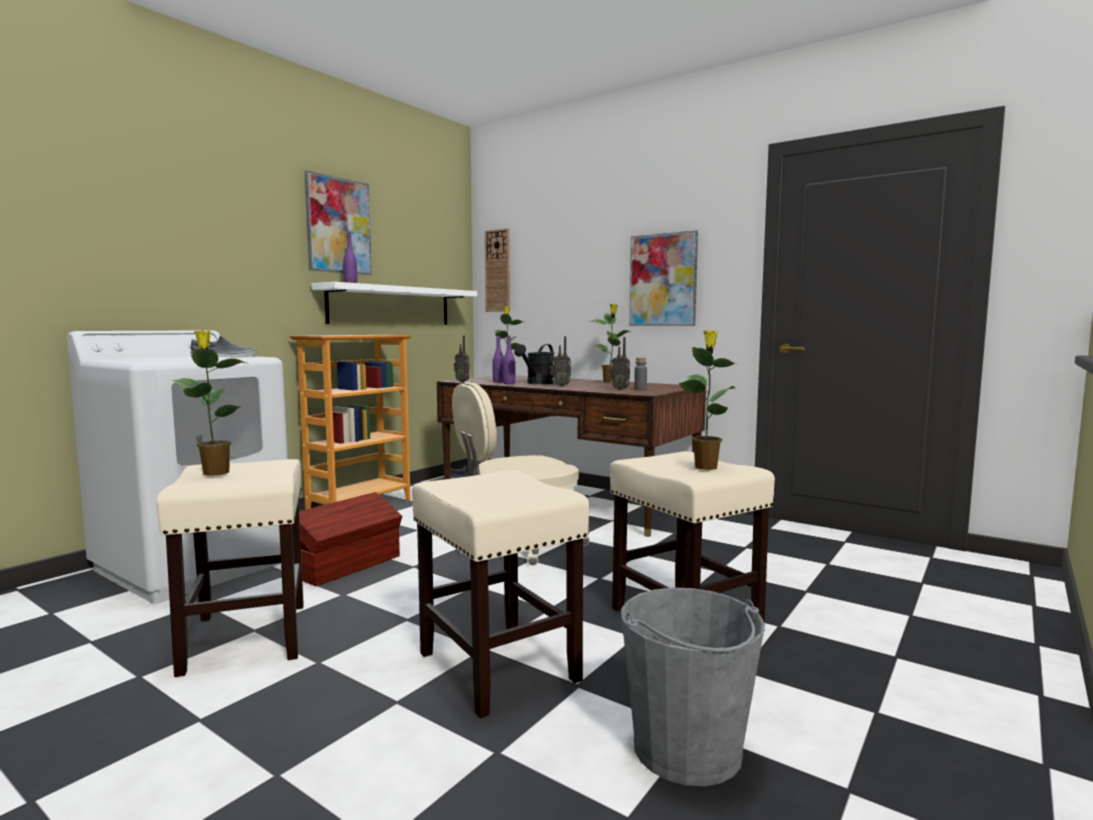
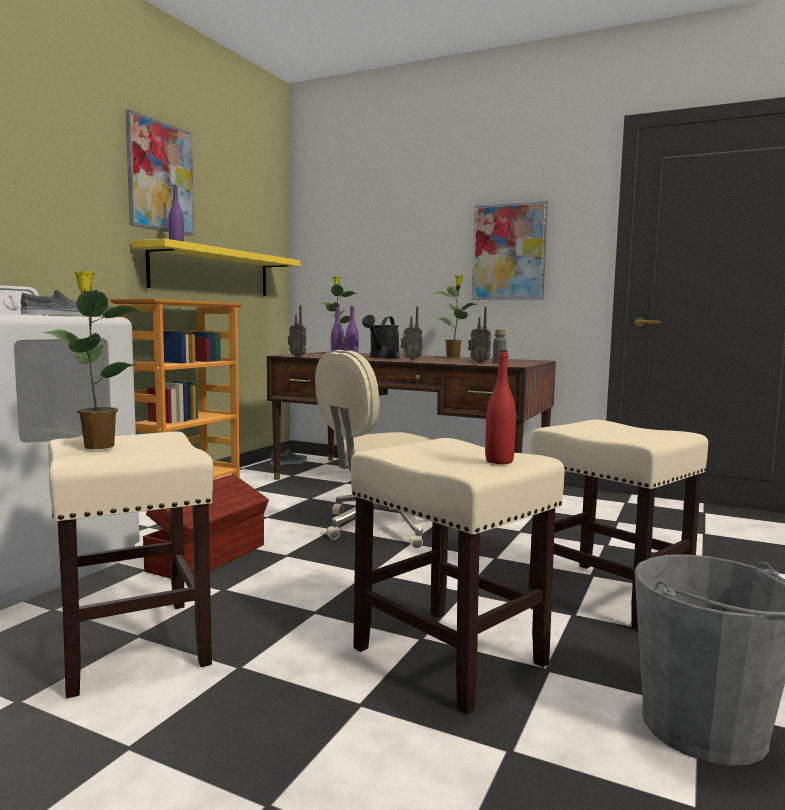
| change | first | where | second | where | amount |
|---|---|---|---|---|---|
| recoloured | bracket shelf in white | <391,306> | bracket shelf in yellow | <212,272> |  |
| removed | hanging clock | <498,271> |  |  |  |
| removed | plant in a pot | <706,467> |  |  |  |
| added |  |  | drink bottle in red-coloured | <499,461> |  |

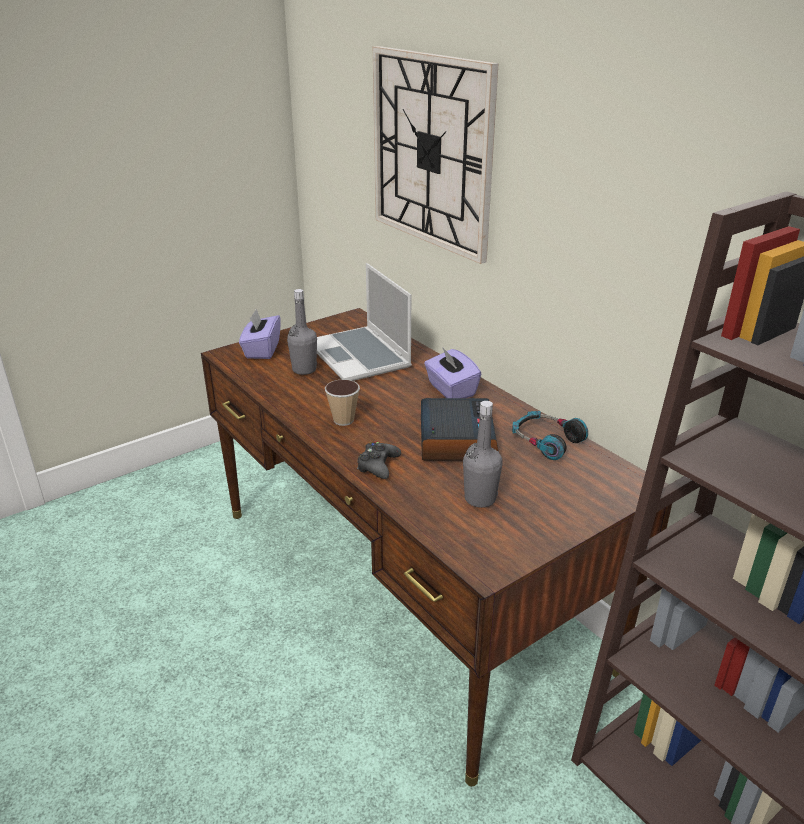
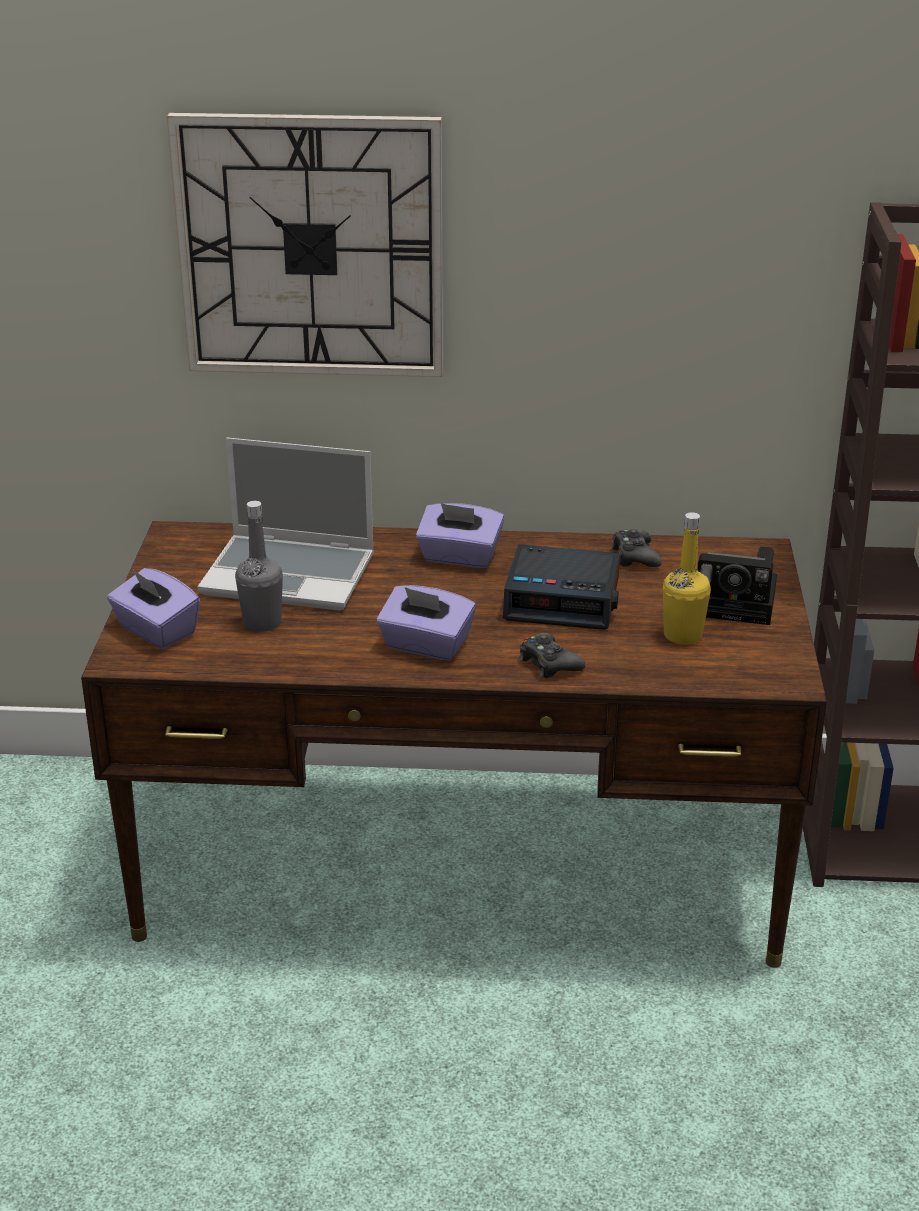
| change | first | where | second | where | amount |
|---|---|---|---|---|---|
| replaced | drinking cup | <343,420> | tissue holder in purple | <426,646> |  |
| turned | alarm clock | <456,439> |  | <563,599> | 150 degrees clockwise |
| recoloured | drink bottle in greyish | <480,499> | drink bottle in yellow | <682,635> |  |
| replaced | pair of headphones | <546,441> | joypad in blackish | <634,556> |  |
| added |  |  | photo camera | <737,603> |  |

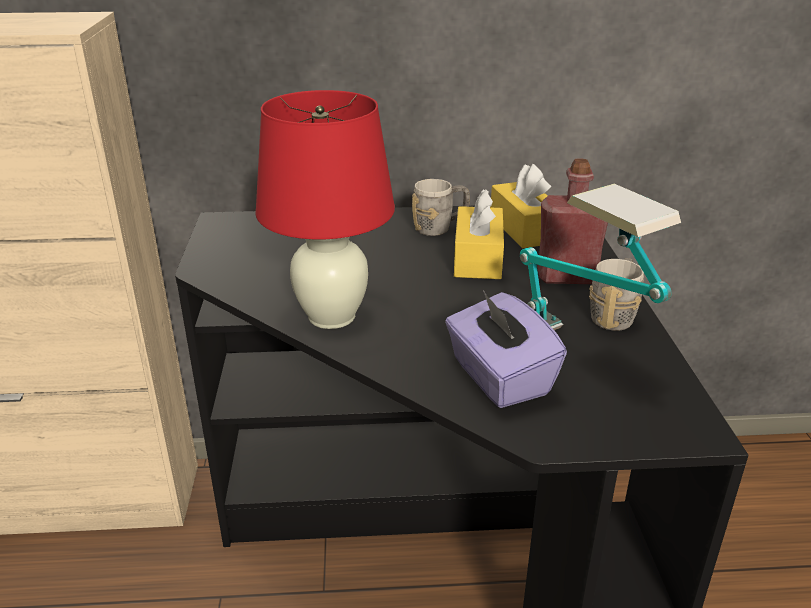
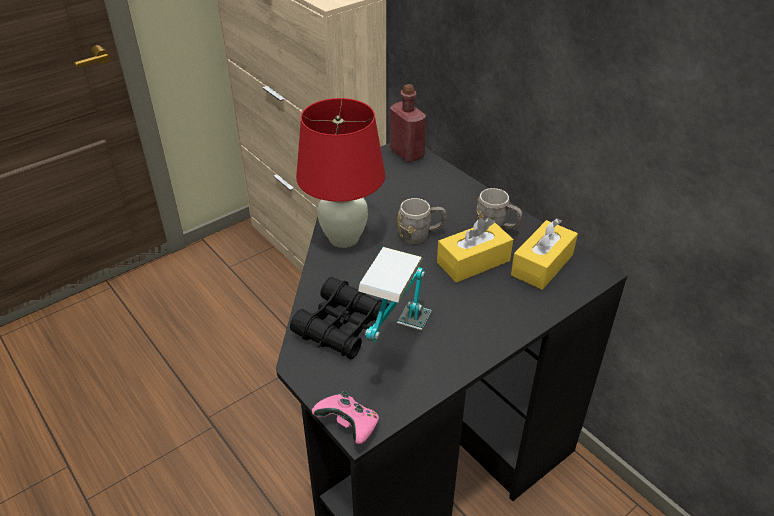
| change | first | where | second | where | amount |
|---|---|---|---|---|---|
| replaced | tissue holder in purple | <499,377> | pair of binoculars in blackish | <342,326> |  |
| moved | drink bottle in red-coloured | <566,277> |  | <407,153> |  |
| moved | tea mug in greyish | <614,315> |  | <421,236> |  |
| added |  |  | joypad in pink-coloured | <349,426> |  |

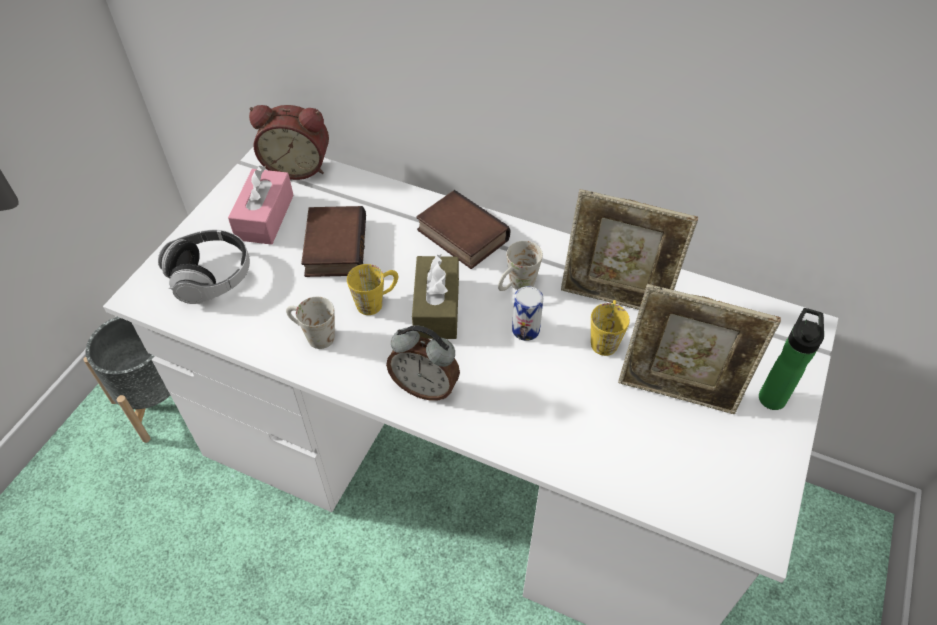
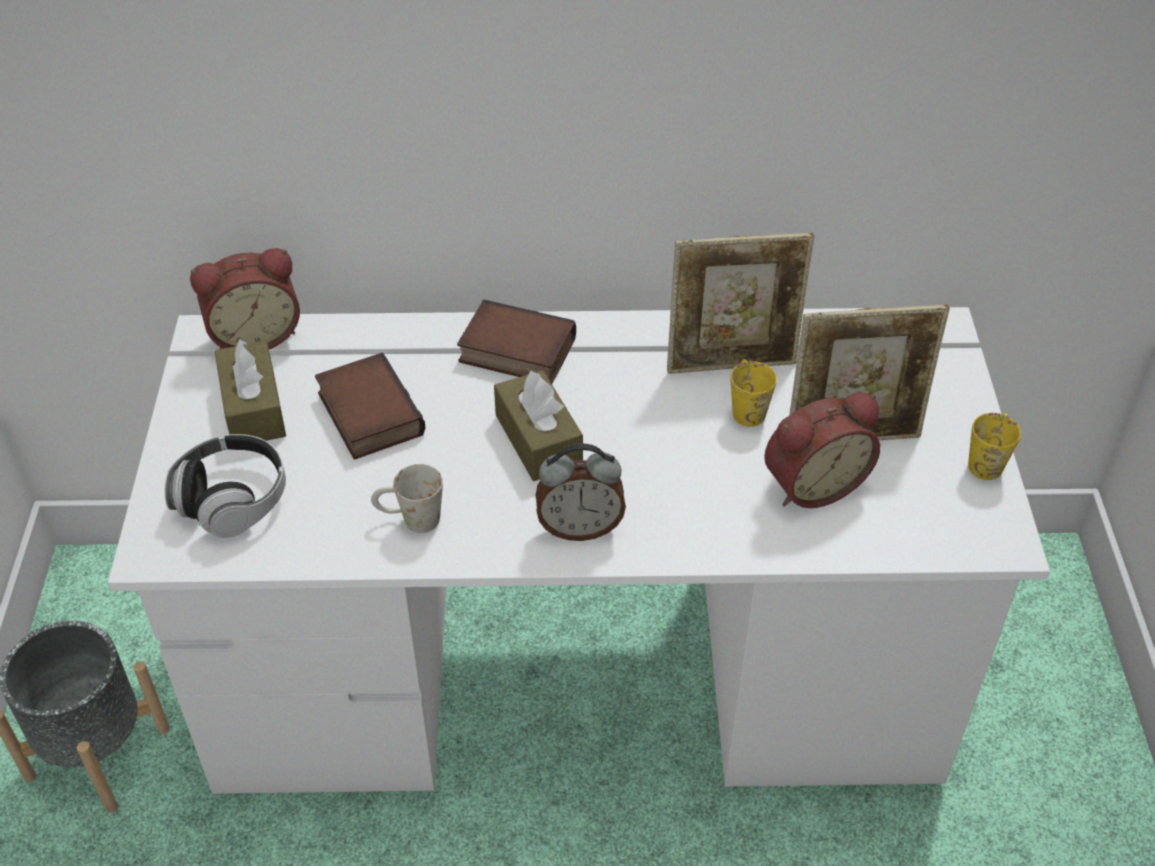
| change | first | where | second | where | amount |
|---|---|---|---|---|---|
| recoloured | tissue holder in pink-coloured | <265,217> | tissue holder in brownish | <253,408> |  |
| moved | tea mug in yellow | <376,301> |  | <988,460> |  |
| removed | tea mug in white | <516,286> |  |  |  |
| removed | metal can | <525,330> |  |  |  |
| removed | drink bottle | <772,395> |  |  |  |
| added |  |  | alarm clock | <812,483> |  |

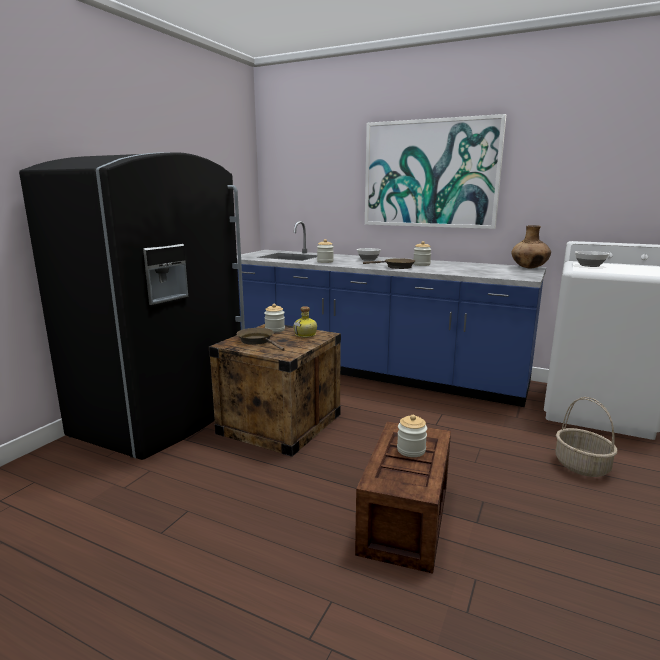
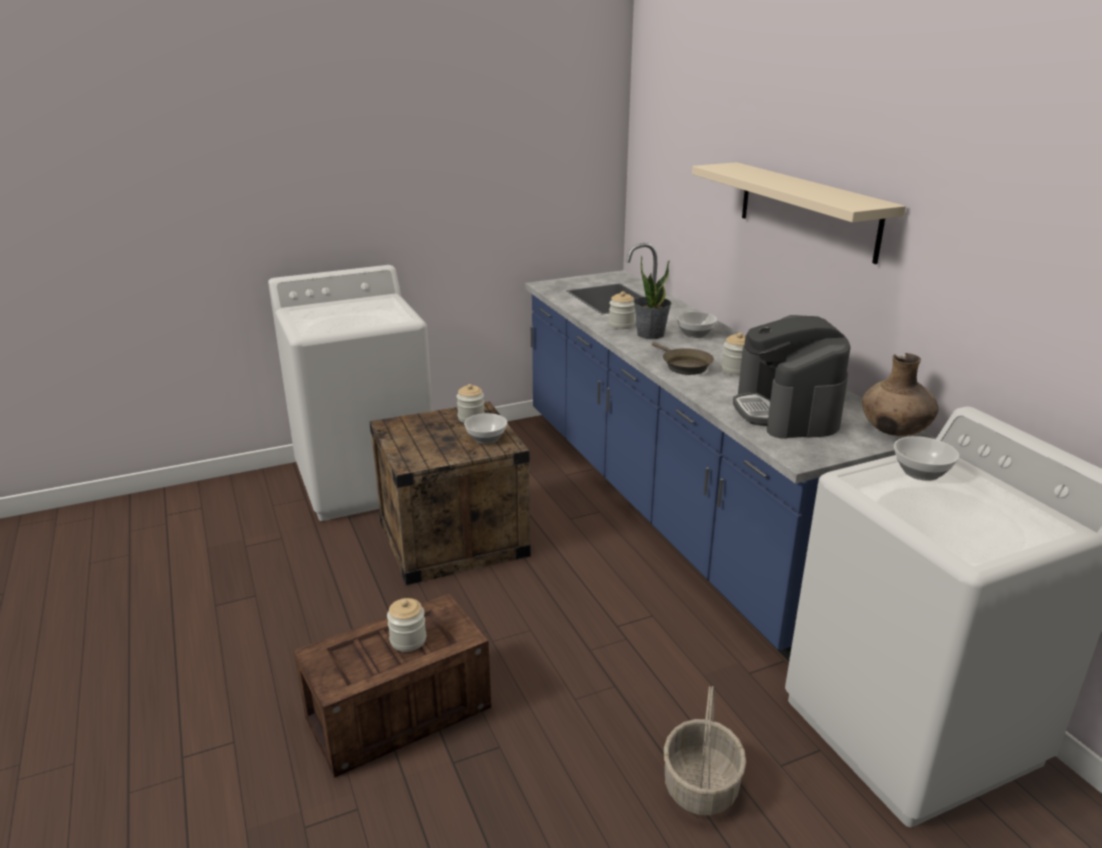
| change | first | where | second | where | amount |
|---|---|---|---|---|---|
| replaced | fridge in blackish | <165,417> | laundry machine in white | <366,480> |  |
| removed | pan in brownish | <258,341> |  |  |  |
| replaced | drink bottle | <306,335> | bowl | <487,439> |  |
| replaced | wall art | <430,174> | bracket shelf in beige | <807,210> |  |
| added |  |  | plant in a pot | <650,334> |  |
| added |  |  | coffee maker | <786,411> |  |

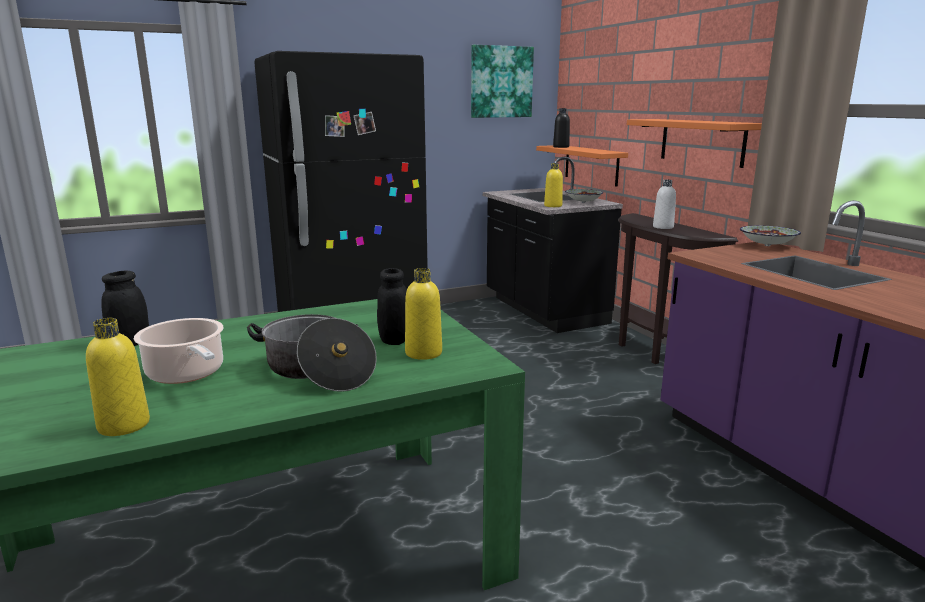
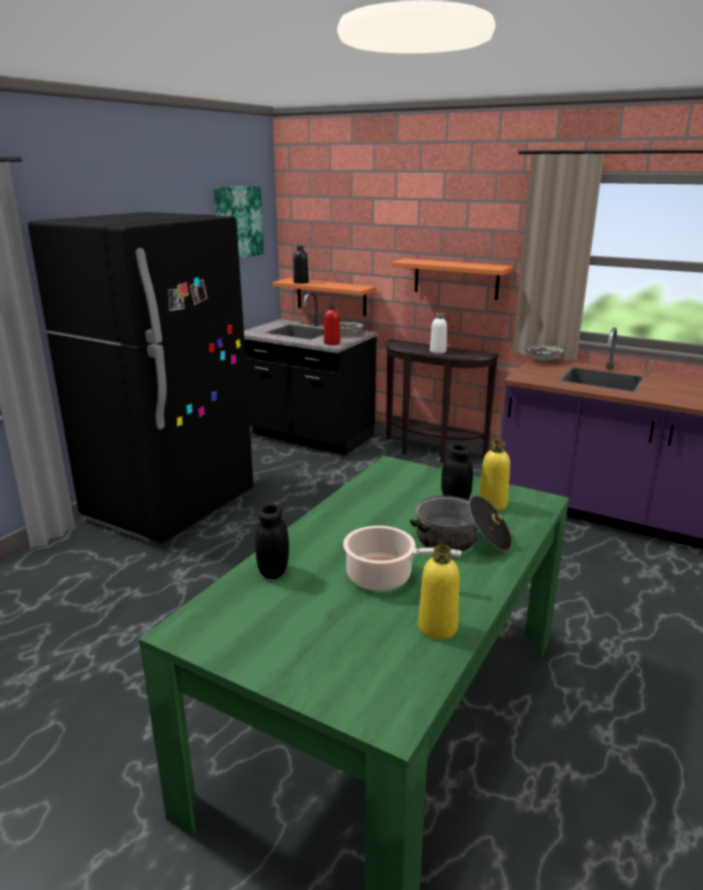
| change | first | where | second | where | amount |
|---|---|---|---|---|---|
| recoloured | drink bottle in yellow | <553,206> | drink bottle in red-coloured | <332,343> |  |

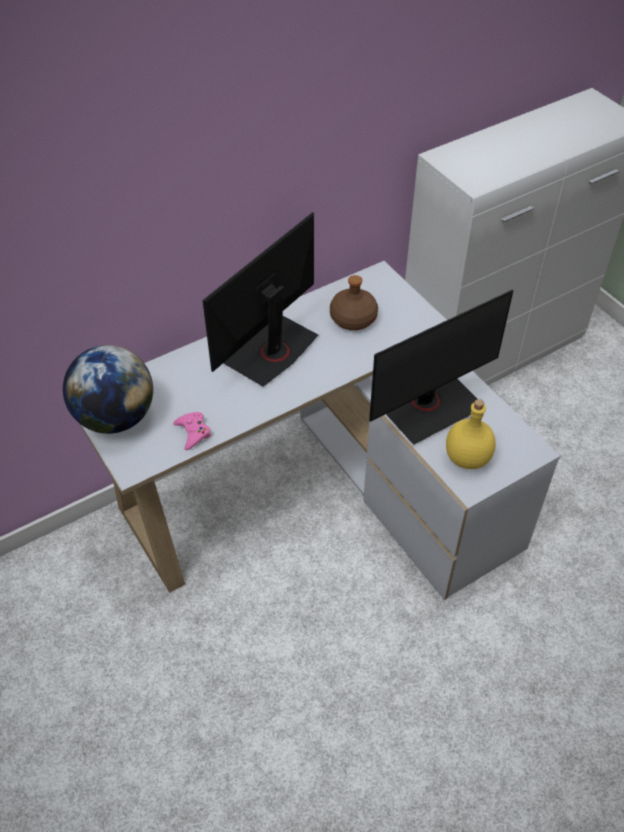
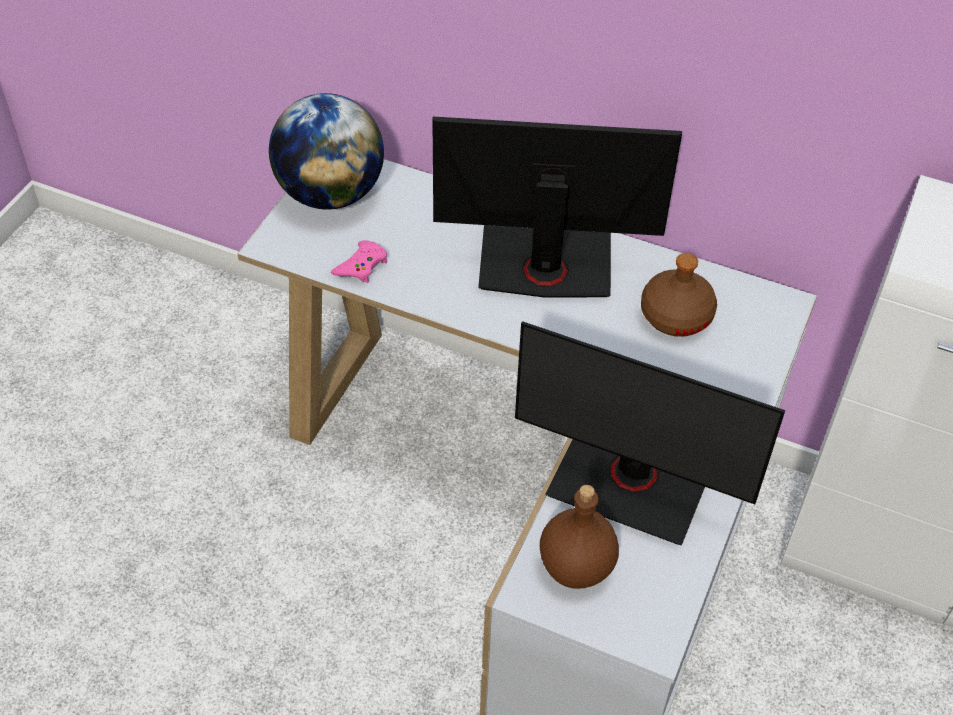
| change | first | where | second | where | amount |
|---|---|---|---|---|---|
| recoloured | drink bottle in yellow | <466,457> | drink bottle in brownish | <576,566> |  |

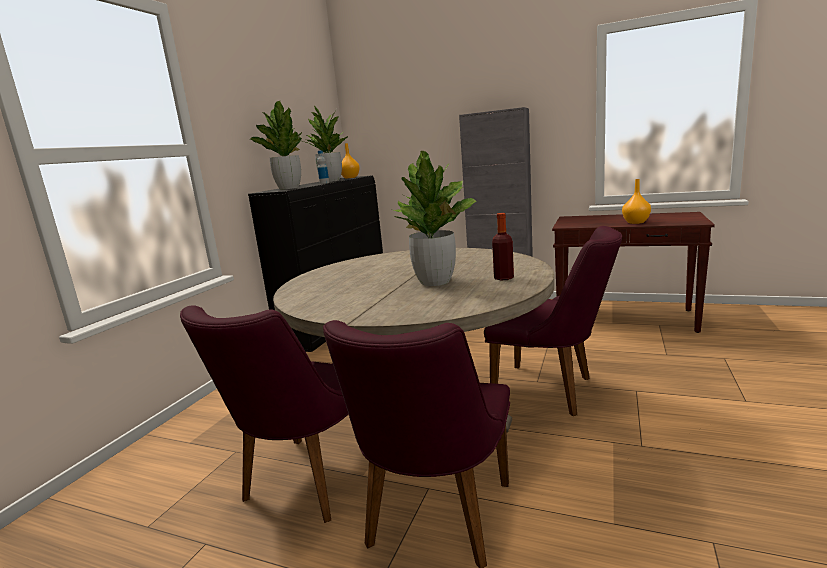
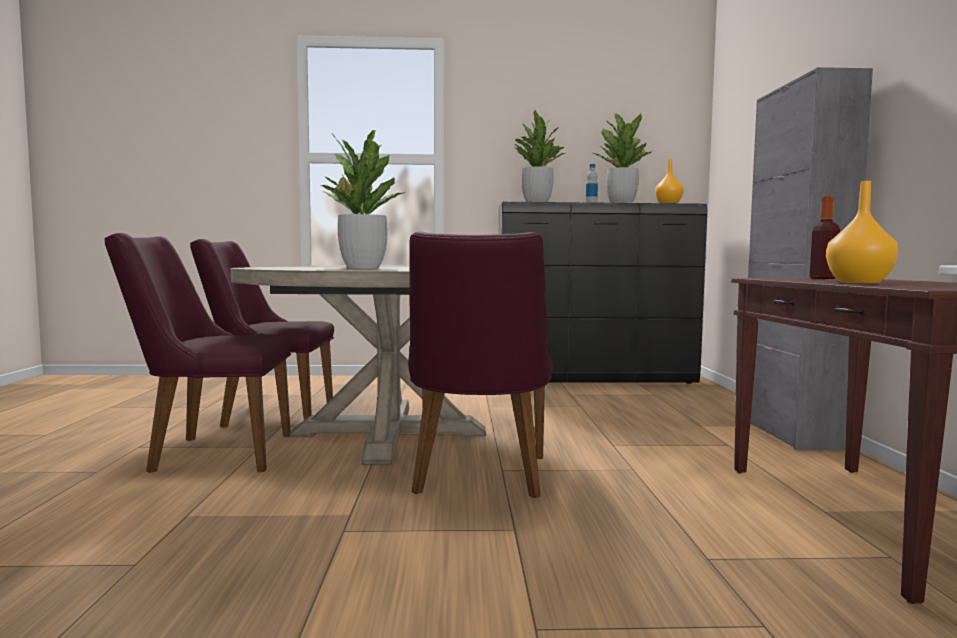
| change | first | where | second | where | amount |
|---|---|---|---|---|---|
| moved | drink bottle | <503,278> |  | <823,278> |  |

